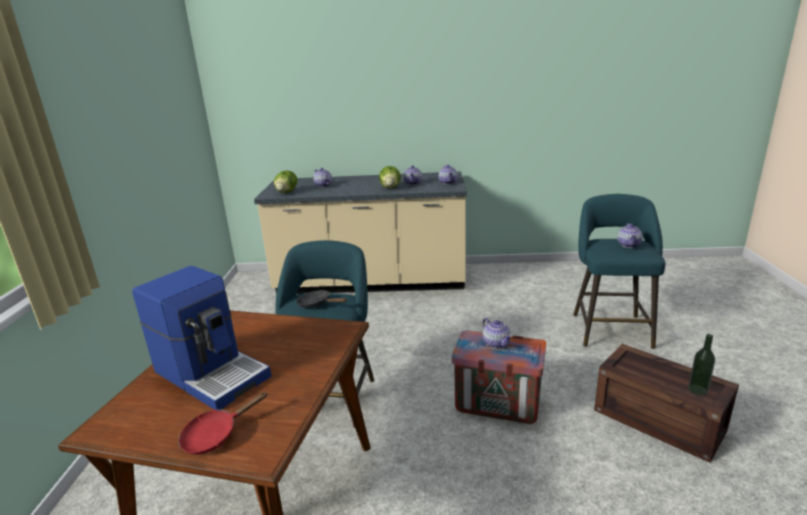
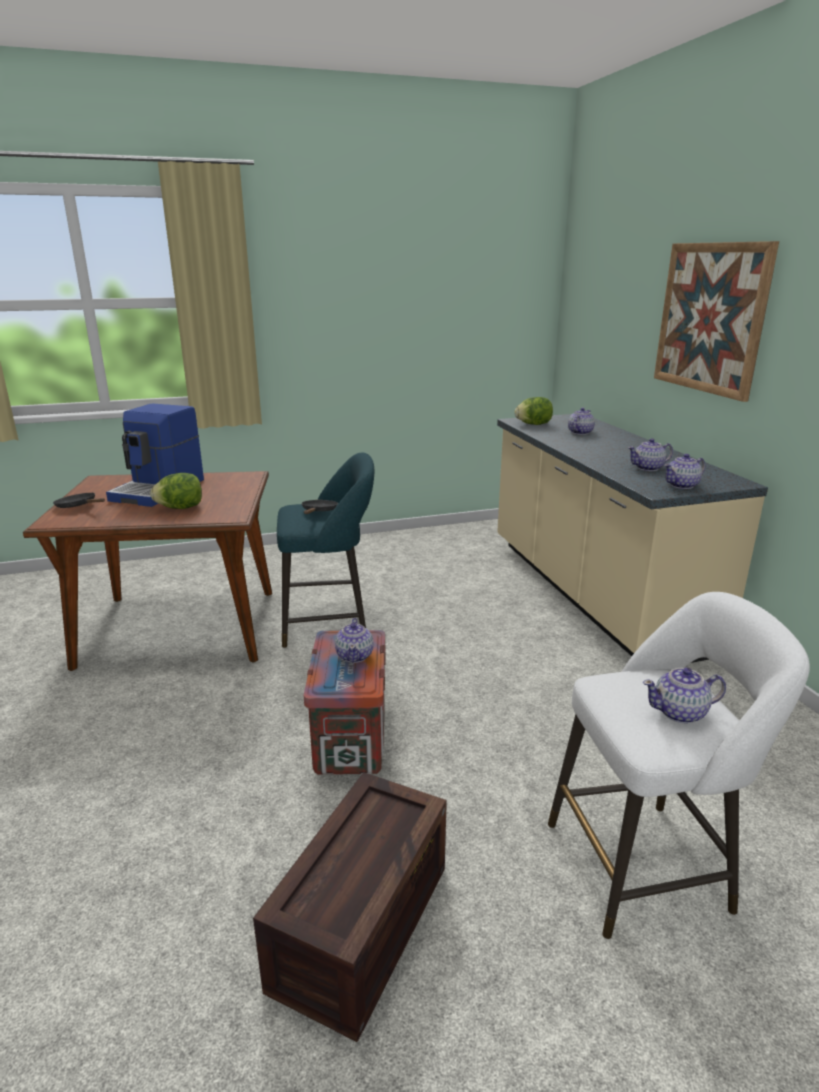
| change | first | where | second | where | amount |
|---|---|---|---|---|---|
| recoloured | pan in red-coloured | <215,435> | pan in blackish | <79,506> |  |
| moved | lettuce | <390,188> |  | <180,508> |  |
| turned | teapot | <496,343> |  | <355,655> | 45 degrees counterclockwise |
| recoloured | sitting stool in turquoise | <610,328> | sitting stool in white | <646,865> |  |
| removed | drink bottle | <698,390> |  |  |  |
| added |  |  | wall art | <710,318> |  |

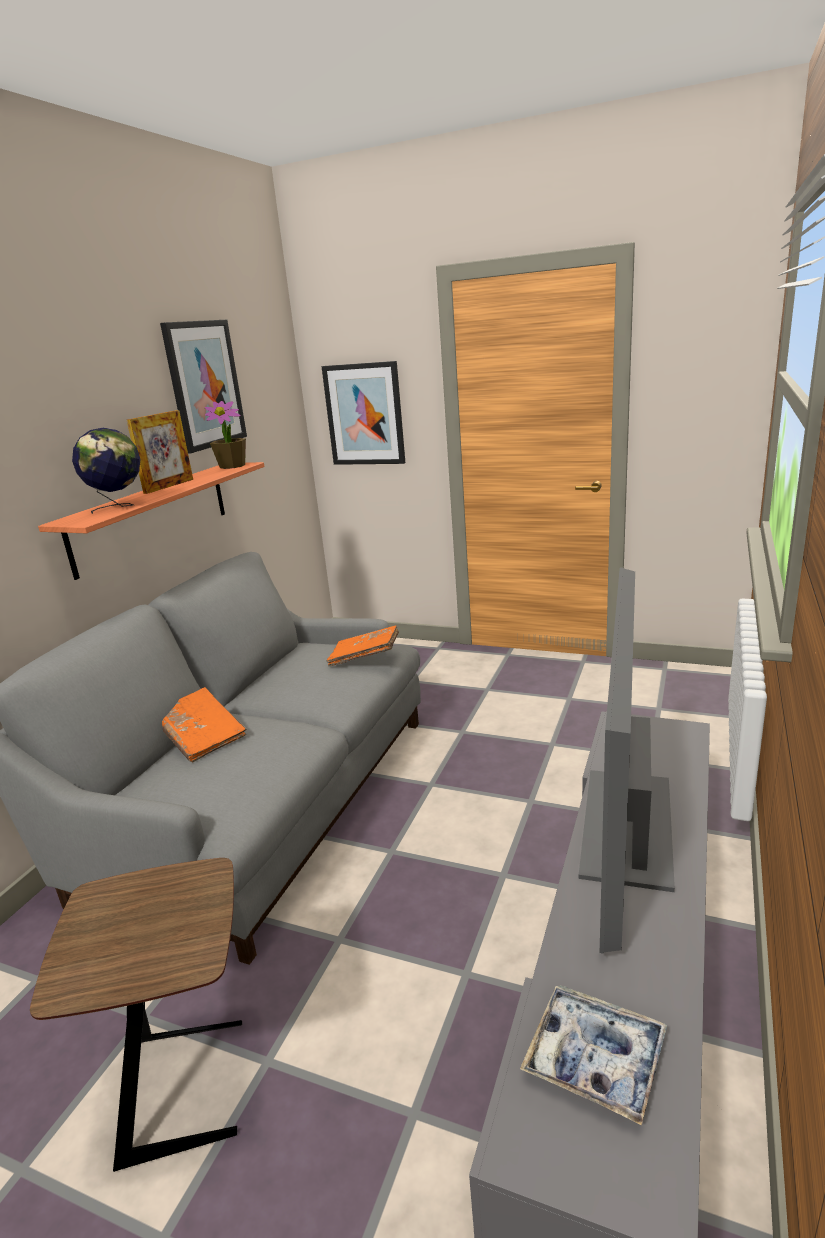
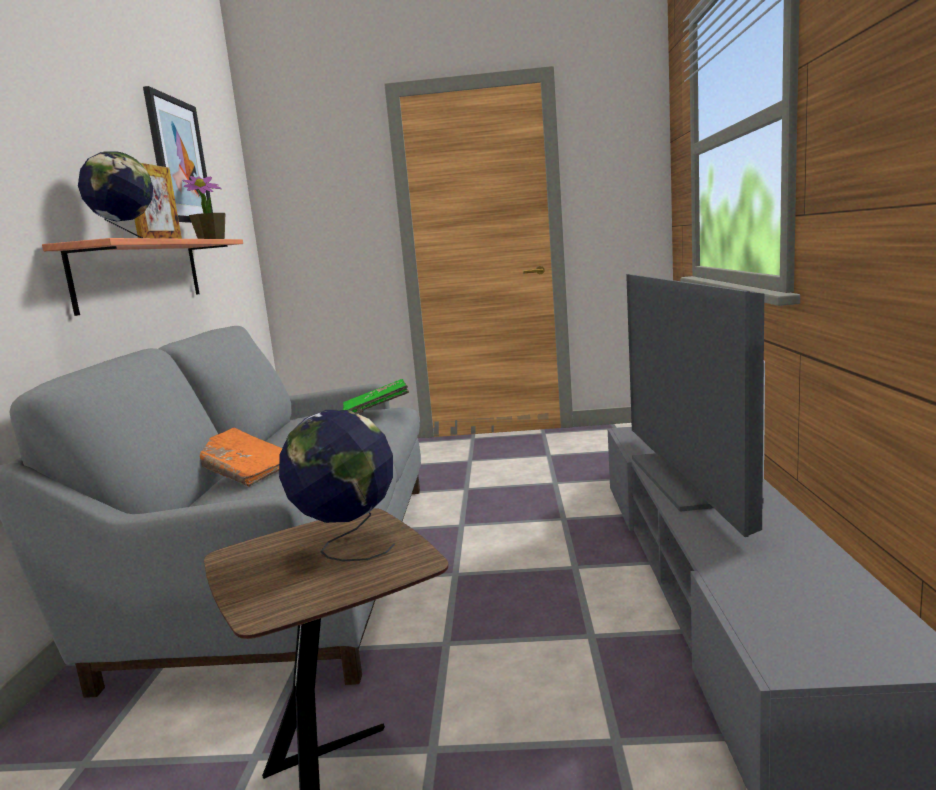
| change | first | where | second | where | amount |
|---|---|---|---|---|---|
| removed | wall art | <364,414> |  |  |  |
| recoloured | bound book in orange-coloured | <365,657> | bound book in greenish | <377,410> |  |
| removed | carrying tray | <595,1059> |  |  |  |
| added |  |  | world globe | <348,546> |  |

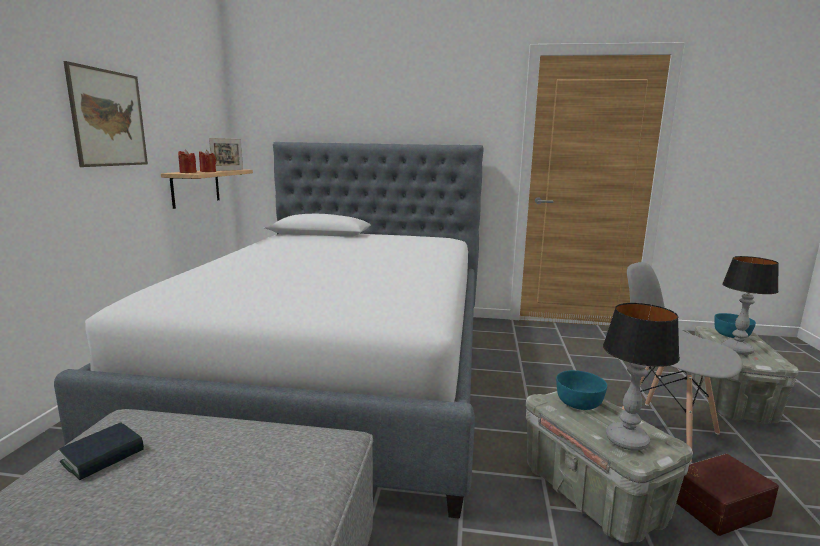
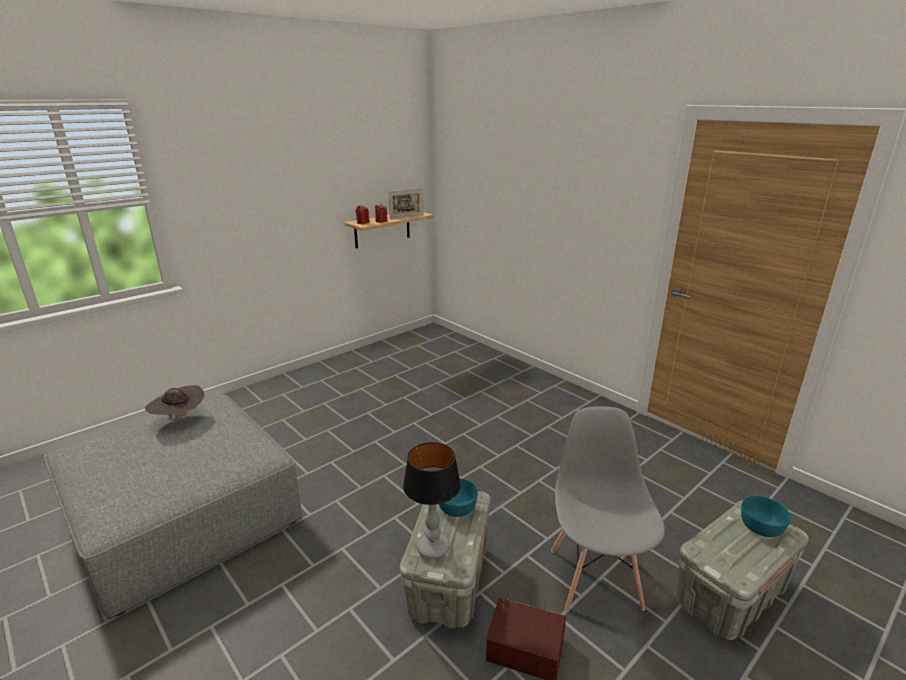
| change | first | where | second | where | amount |
|---|---|---|---|---|---|
| removed | bed | <338,370> |  |  |  |
| replaced | bound book | <103,456> | wearable hat in brownish | <180,419> |  |
| removed | wall art | <109,118> |  |  |  |
| removed | tabletop lamp | <736,350> |  |  |  |

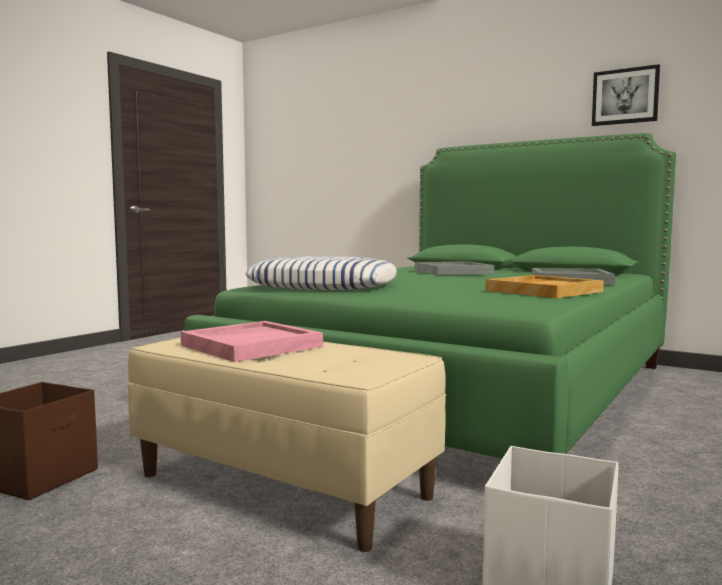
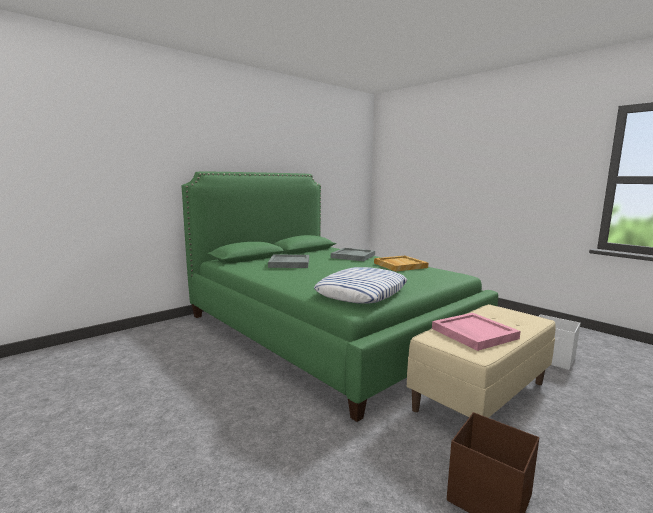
| change | first | where | second | where | amount |
|---|---|---|---|---|---|
| removed | wall art | <625,96> |  |  |  |

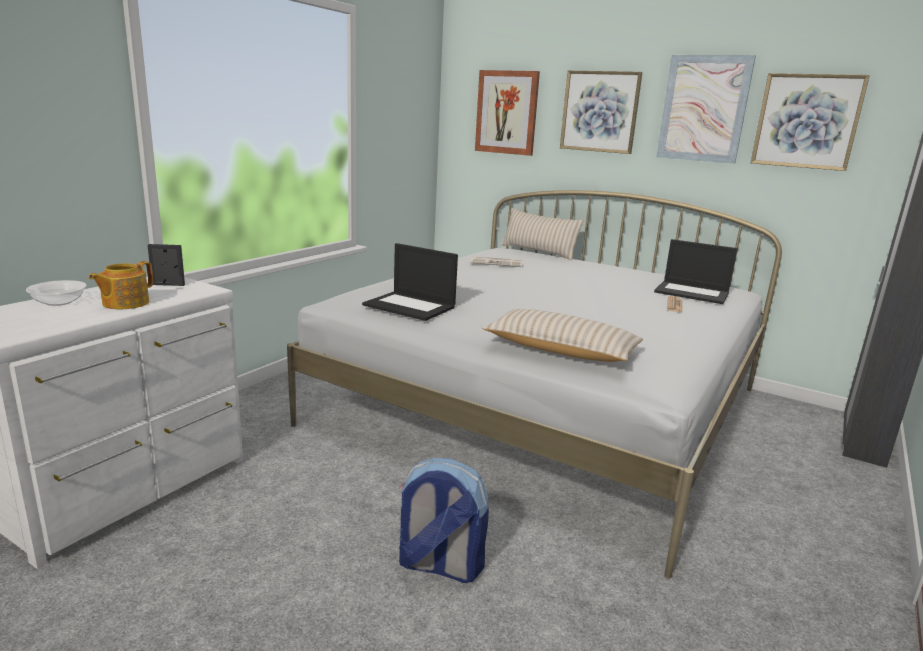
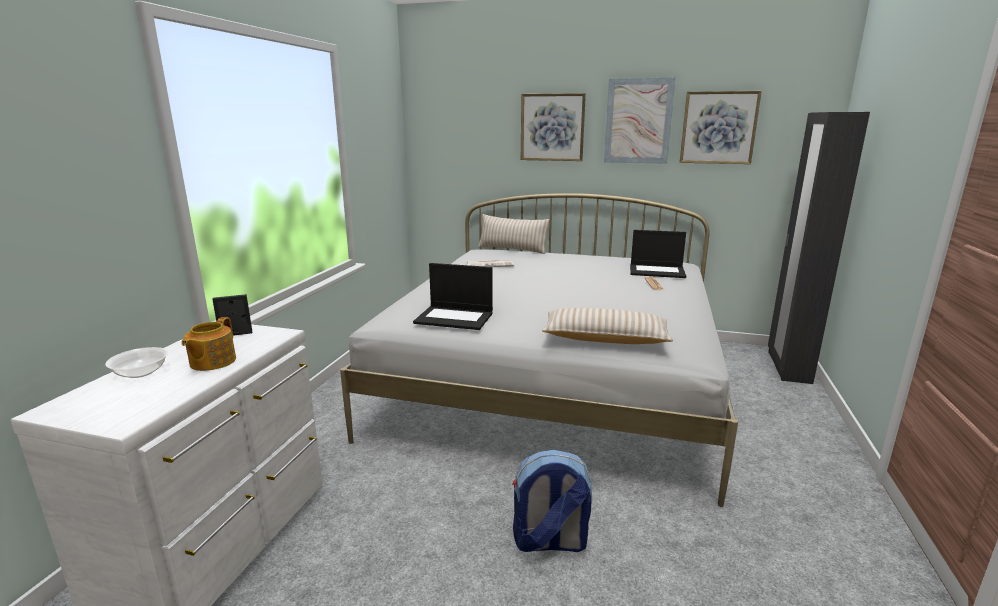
| change | first | where | second | where | amount |
|---|---|---|---|---|---|
| removed | wall art | <507,112> |  |  |  |

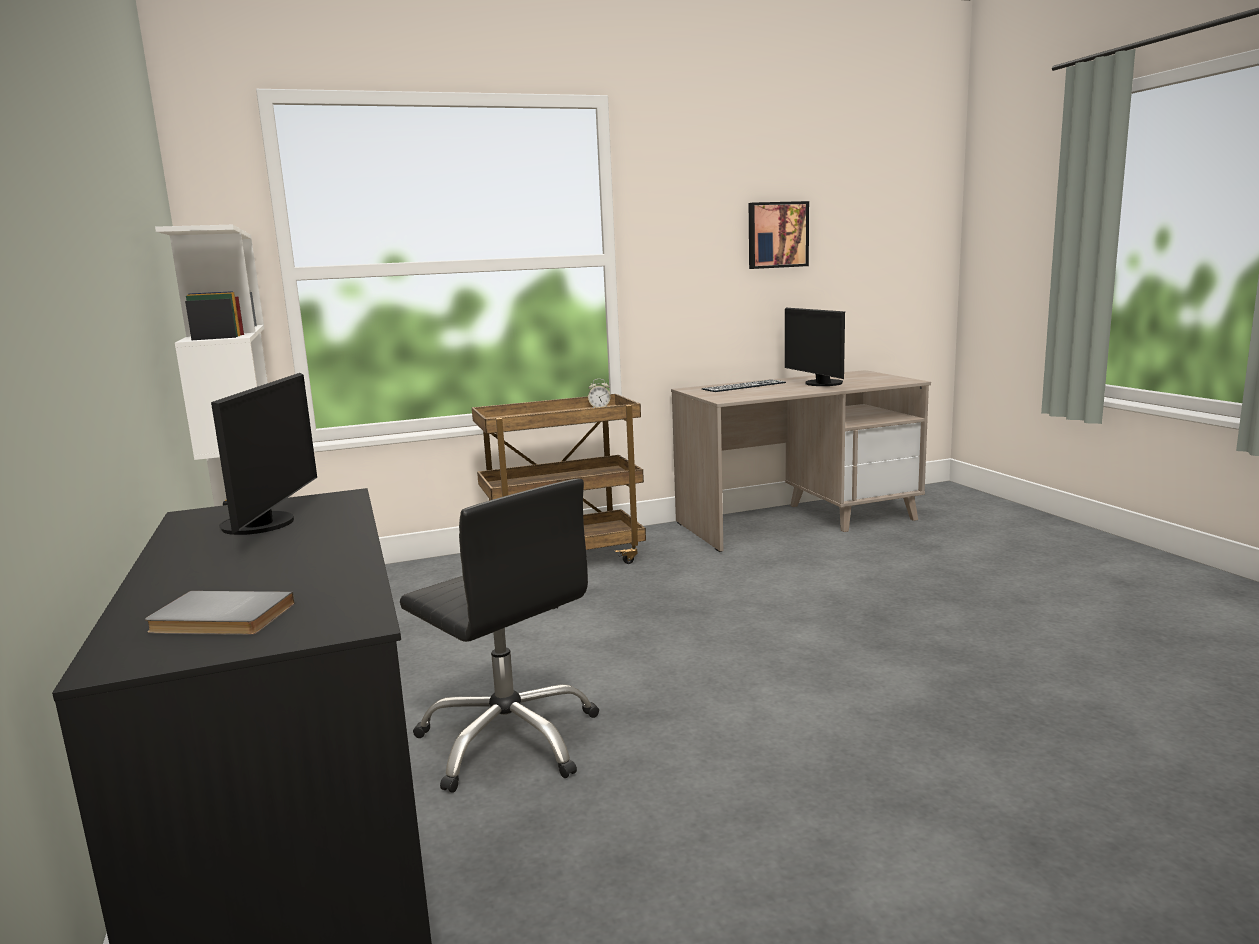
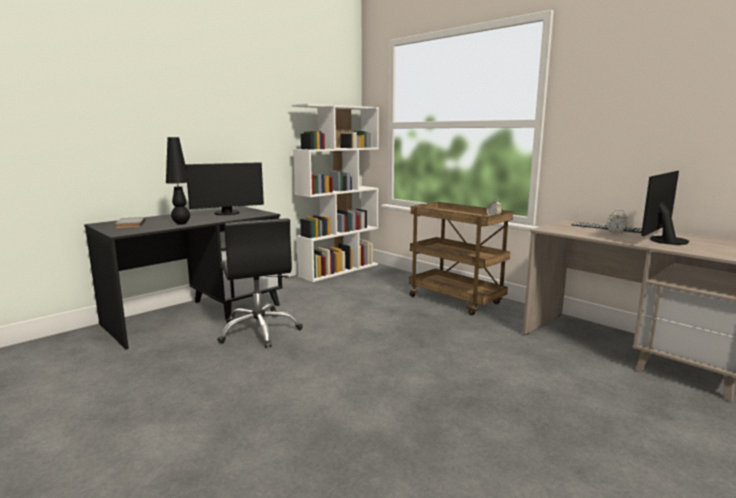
| change | first | where | second | where | amount |
|---|---|---|---|---|---|
| turned | desk chair in blackish | <509,739> |  | <259,331> | 45 degrees counterclockwise |
| removed | wall art | <777,235> |  |  |  |
| added |  |  | tabletop lamp in blackish | <181,223> |  |
| added |  |  | alarm clock | <615,232> |  |

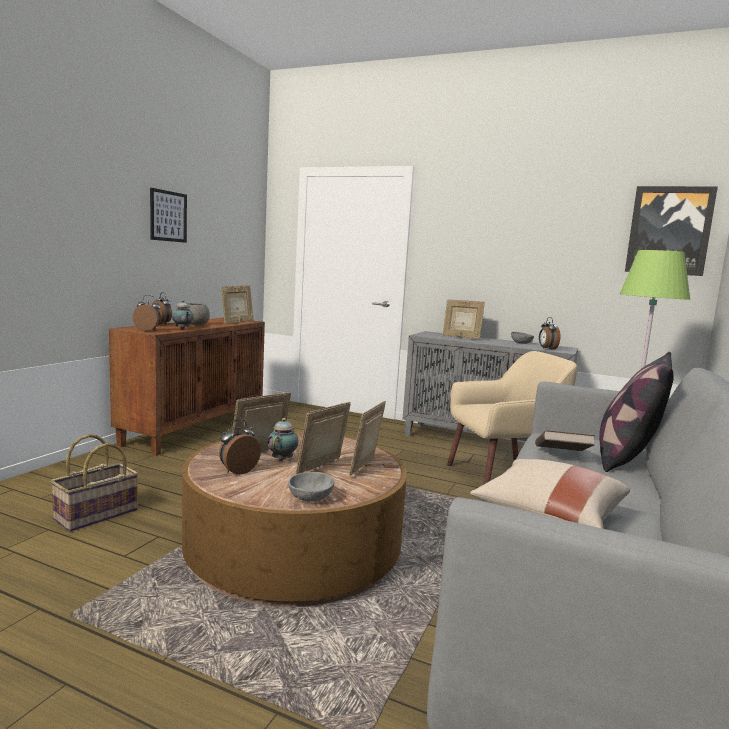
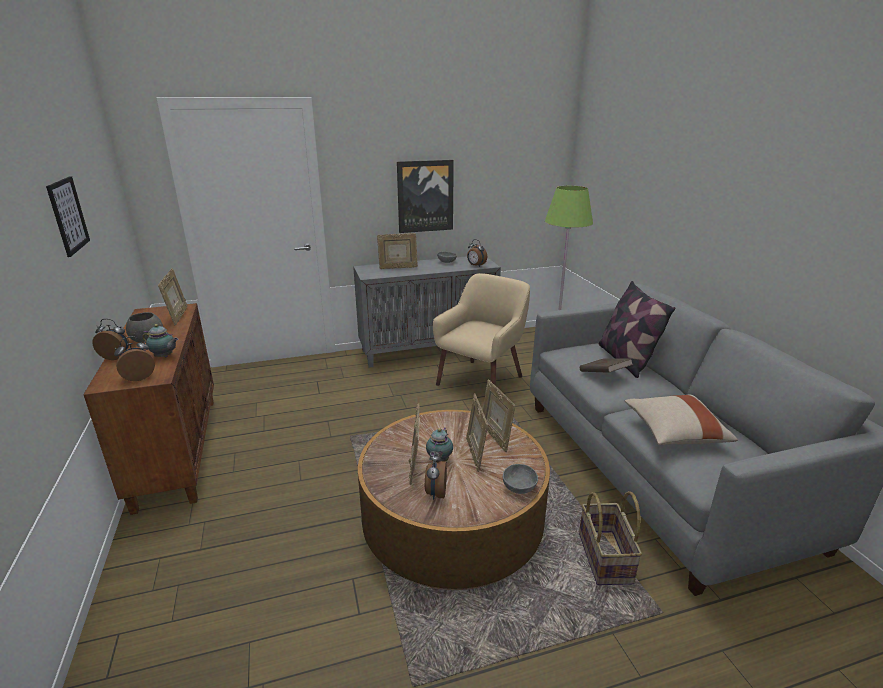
| change | first | where | second | where | amount |
|---|---|---|---|---|---|
| moved | household basket | <96,515> |  | <606,558> |  |
| turned | teapot | <283,459> |  | <438,461> | 135 degrees counterclockwise |
| moved | wall art | <669,230> |  | <425,196> |  |

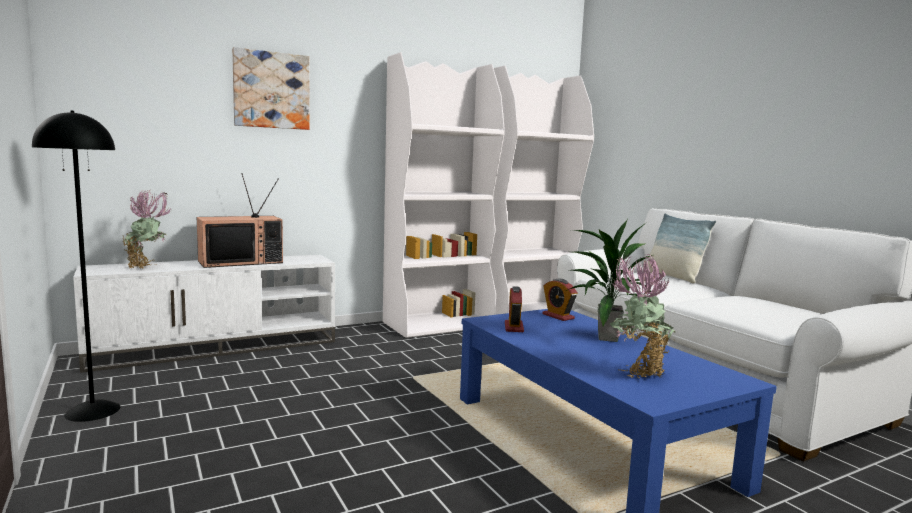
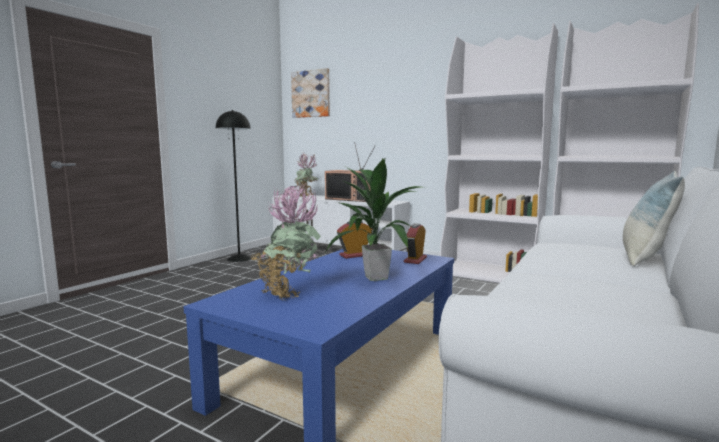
| change | first | where | second | where | amount |
|---|---|---|---|---|---|
| moved | wall art | <271,90> |  | <311,94> |  |

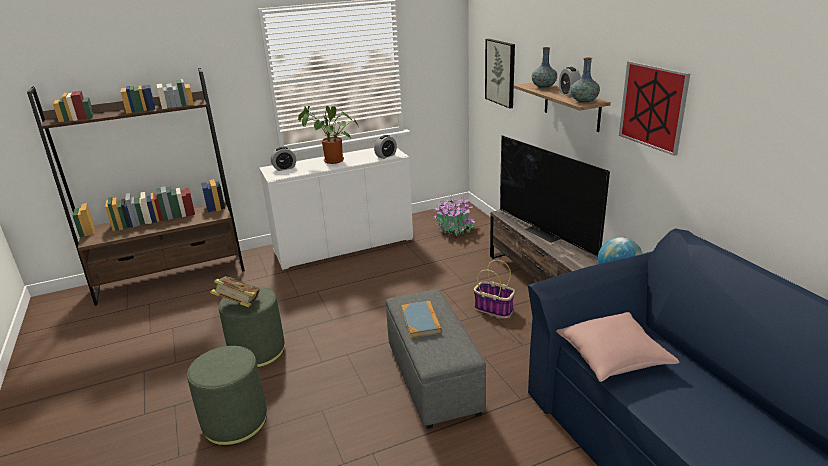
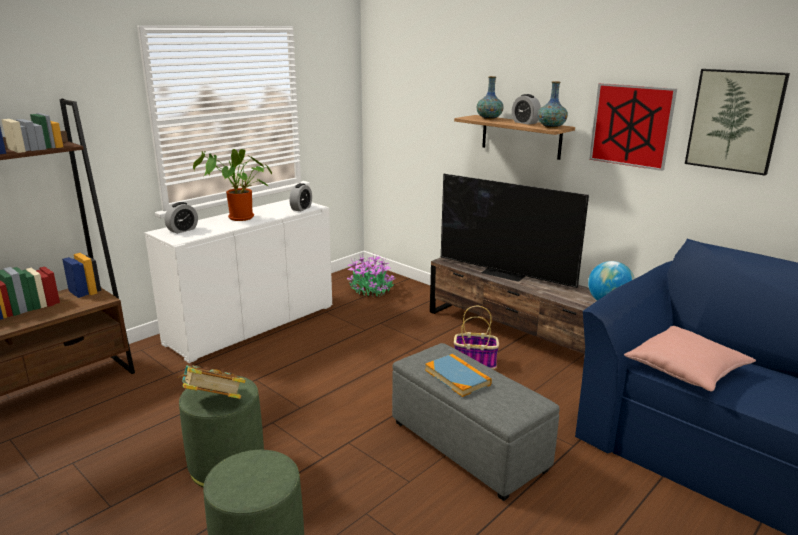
| change | first | where | second | where | amount |
|---|---|---|---|---|---|
| moved | wall art | <500,72> |  | <734,121> |  |

